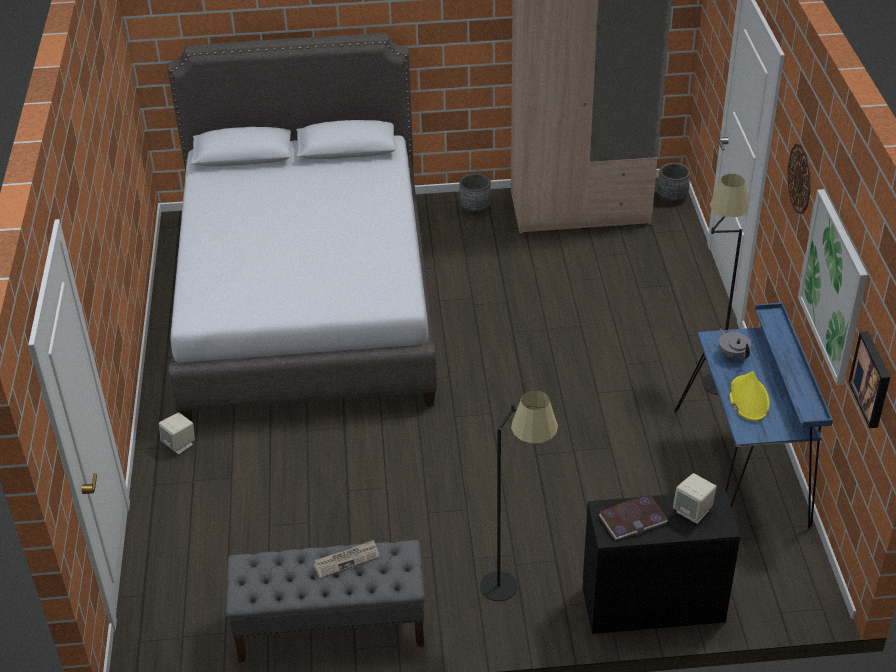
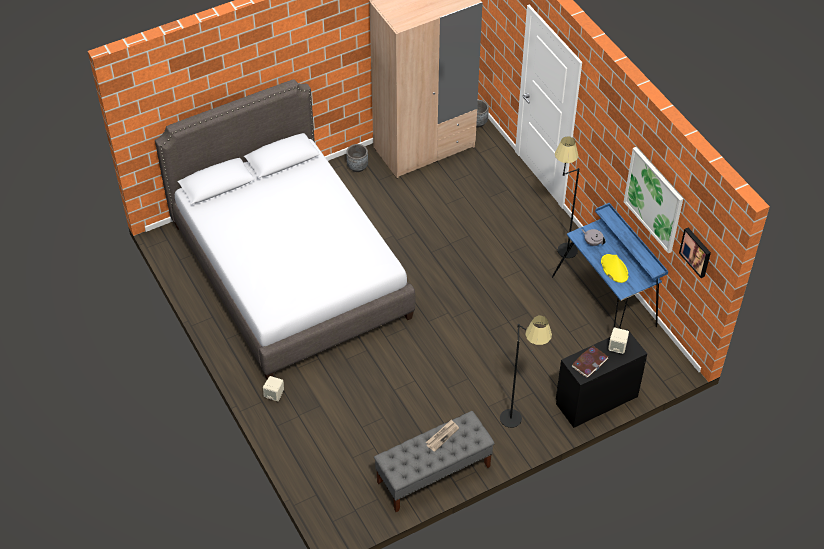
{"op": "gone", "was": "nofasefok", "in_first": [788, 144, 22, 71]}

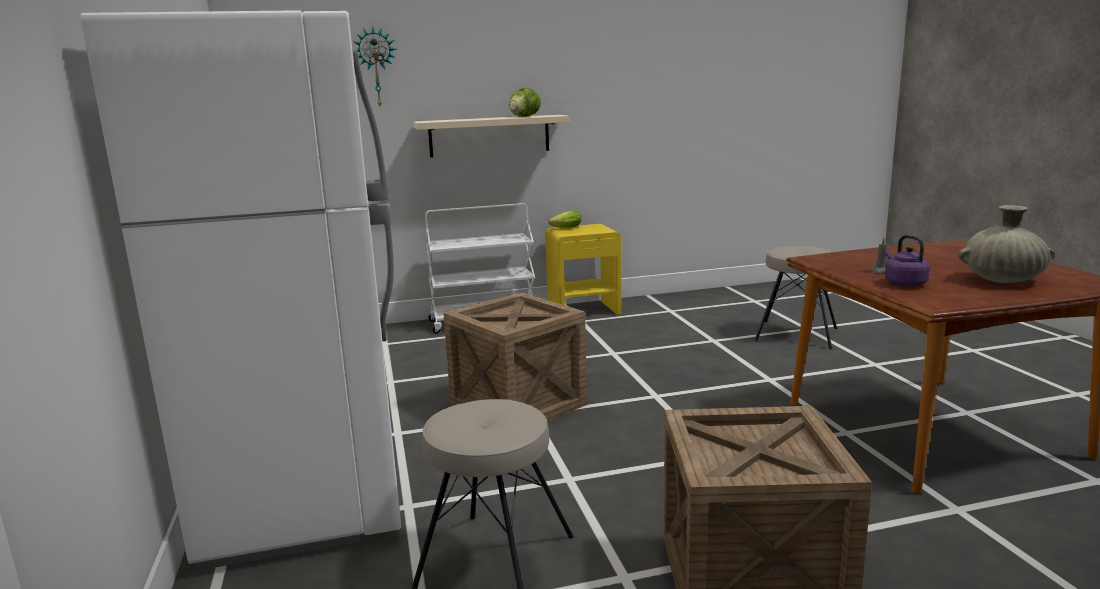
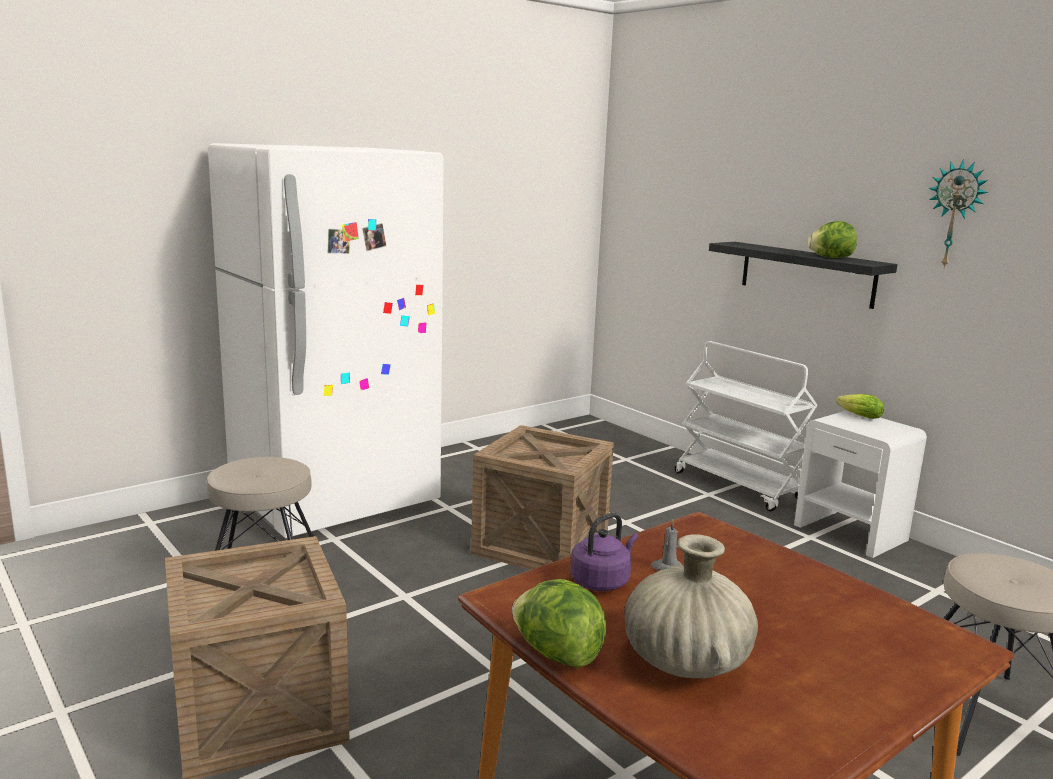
{"op": "new", "now": "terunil", "in_second": [512, 579, 94, 89]}
{"op": "shifted", "was": "nofasefok", "in_first": [353, 26, 43, 80], "in_second": [928, 159, 60, 110]}
{"op": "repainted", "was": "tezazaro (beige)", "now": "tezazaro (black)", "in_first": [414, 115, 156, 43], "in_second": [709, 242, 188, 67]}
{"op": "repainted", "was": "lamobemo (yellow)", "now": "lamobemo (white)", "in_first": [545, 224, 77, 91], "in_second": [794, 410, 133, 148]}

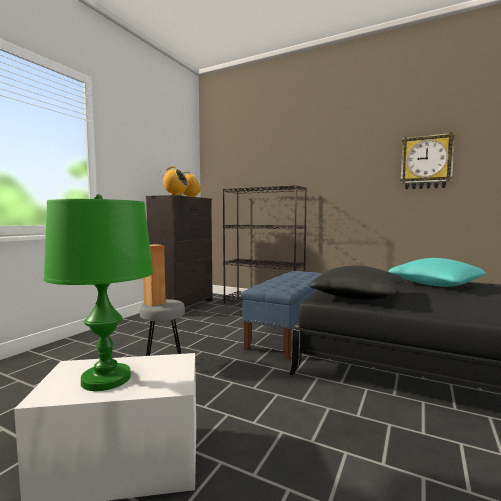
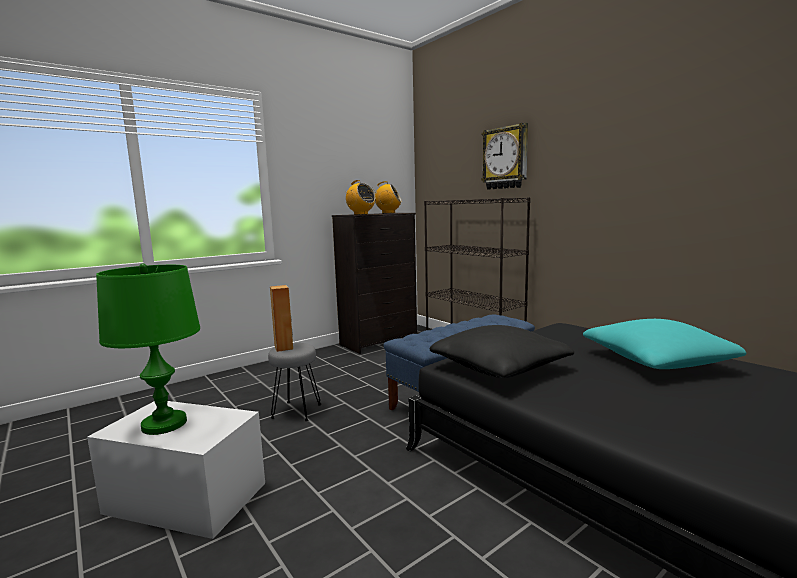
{"op": "shifted", "was": "nofasefok", "in_first": [400, 132, 55, 57], "in_second": [481, 123, 47, 67]}

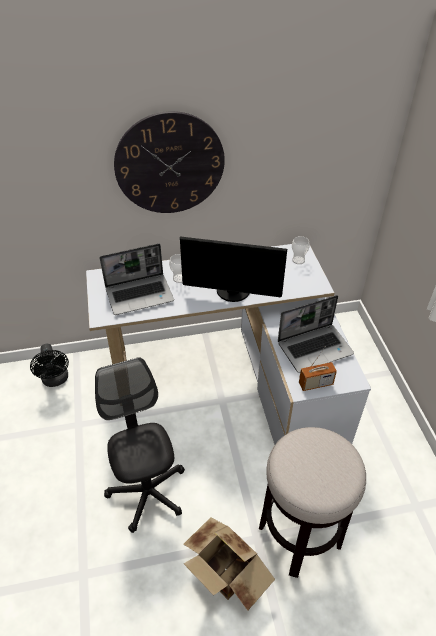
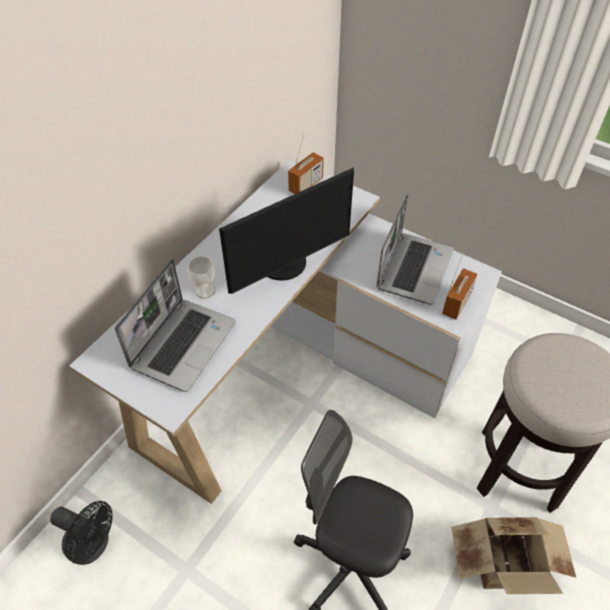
{"op": "gone", "was": "nofasefok", "in_first": [114, 111, 111, 102]}
{"op": "swapped", "was": "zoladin", "now": "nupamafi", "in_first": [292, 236, 18, 28], "in_second": [288, 132, 36, 62]}

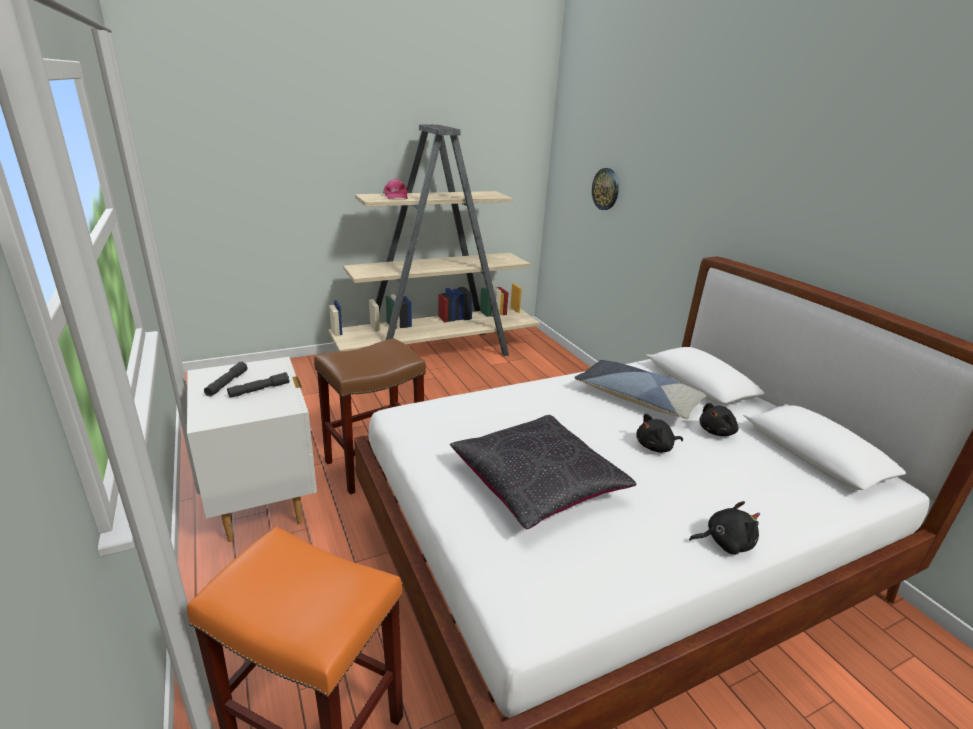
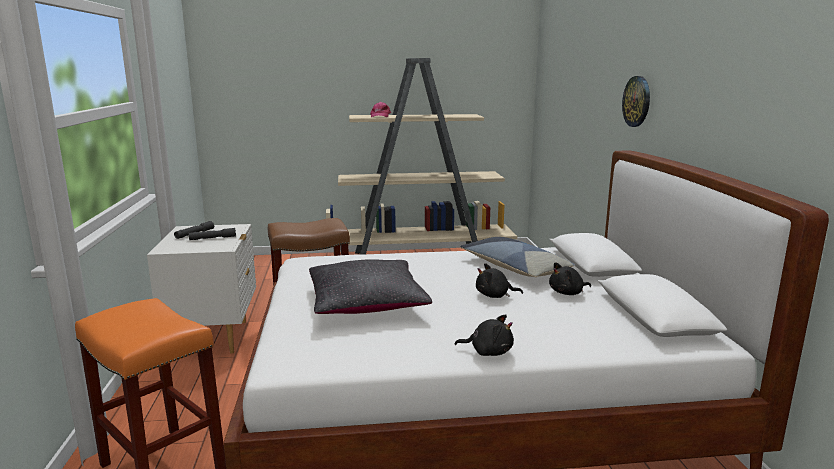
{"op": "shifted", "was": "nofasefok", "in_first": [592, 168, 27, 42], "in_second": [622, 76, 28, 51]}

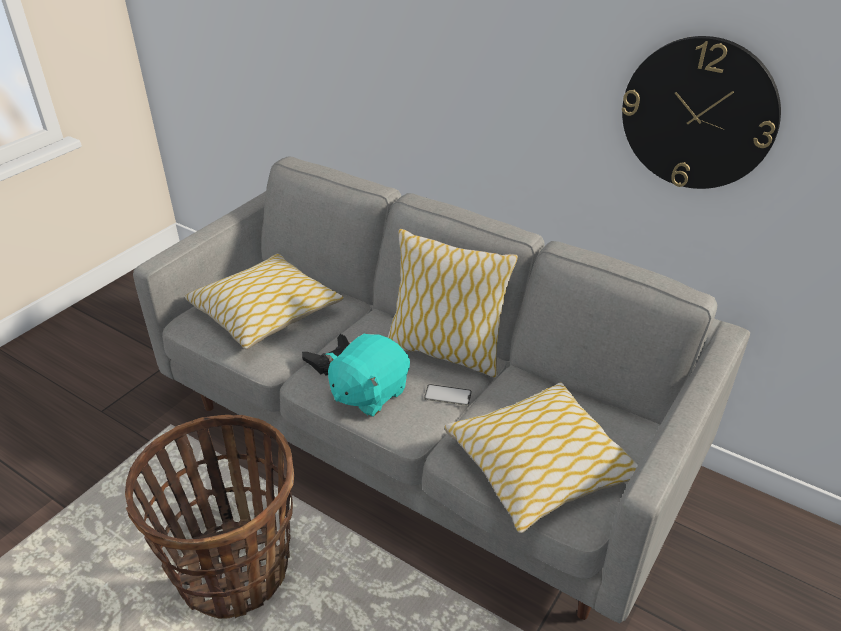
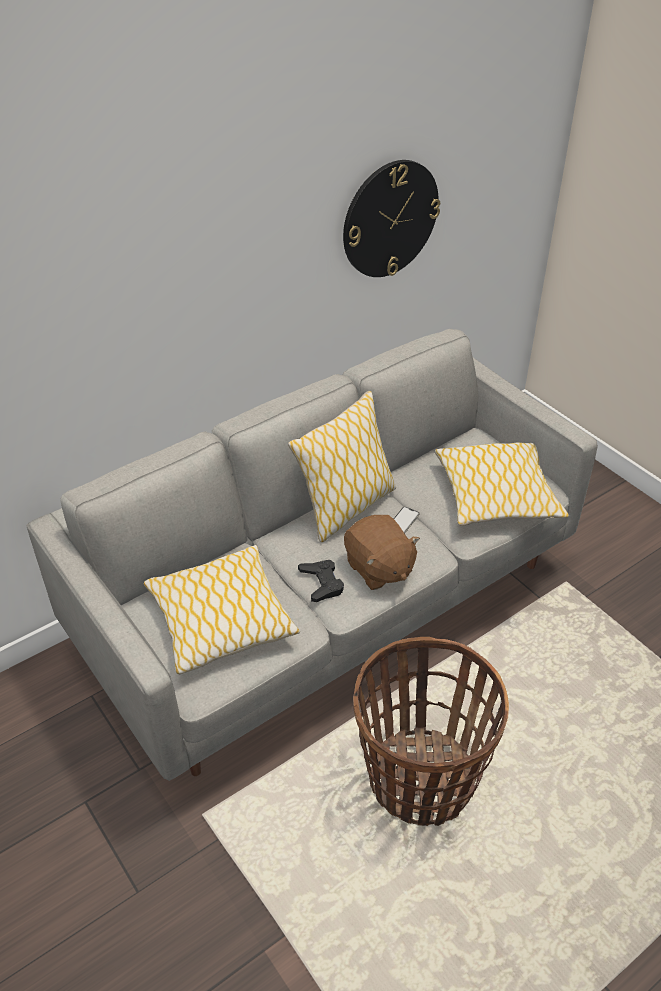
{"op": "repainted", "was": "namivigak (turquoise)", "now": "namivigak (brown)", "in_first": [326, 334, 84, 83], "in_second": [344, 515, 76, 75]}

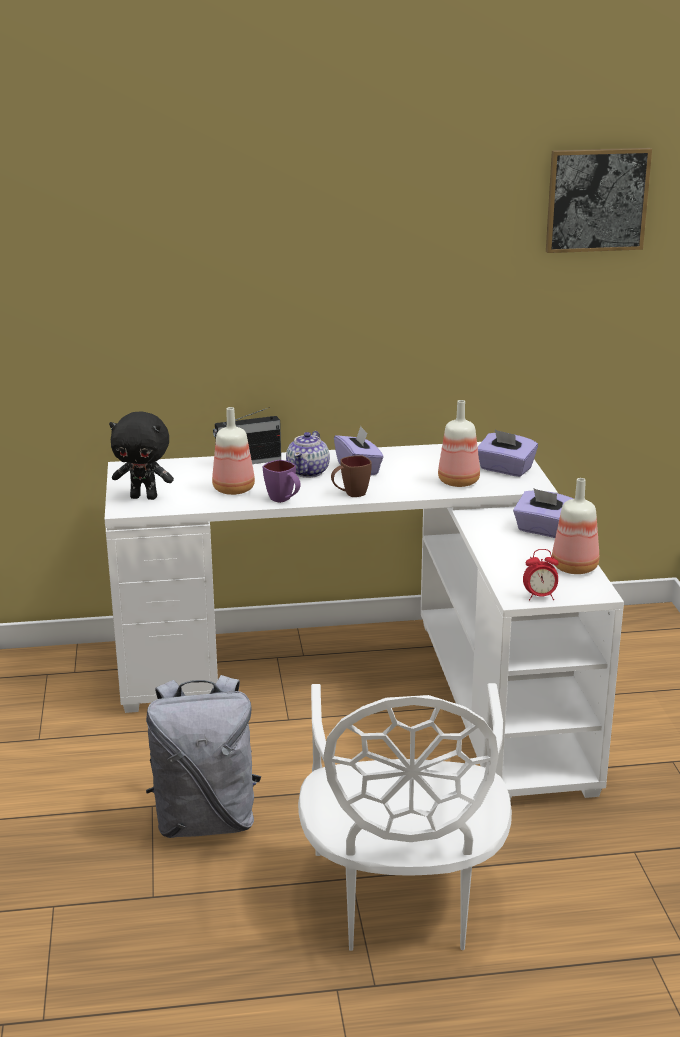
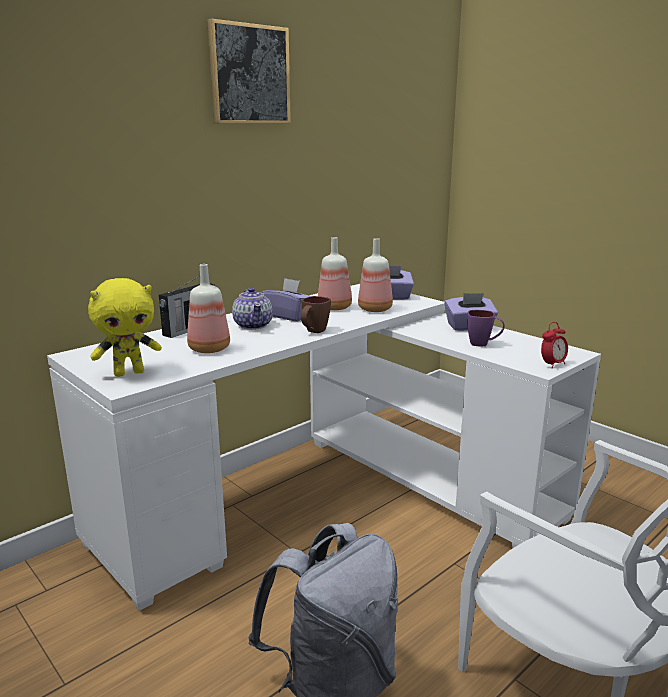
{"op": "shifted", "was": "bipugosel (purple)", "in_first": [263, 460, 38, 43], "in_second": [467, 310, 38, 36]}
{"op": "shifted", "was": "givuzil", "in_first": [546, 148, 106, 105], "in_second": [207, 19, 84, 105]}
{"op": "shifted", "was": "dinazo", "in_first": [552, 478, 47, 96], "in_second": [318, 237, 34, 73]}
{"op": "repainted", "was": "namivigak (black)", "now": "namivigak (yellow)", "in_first": [109, 411, 65, 89], "in_second": [88, 278, 74, 99]}

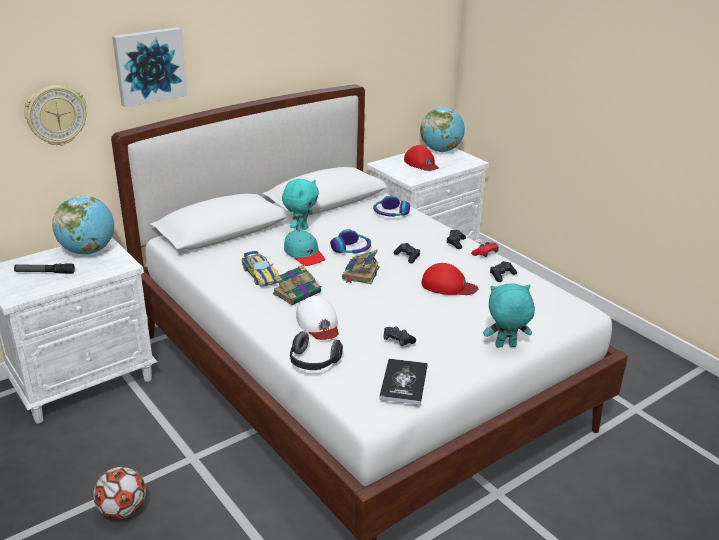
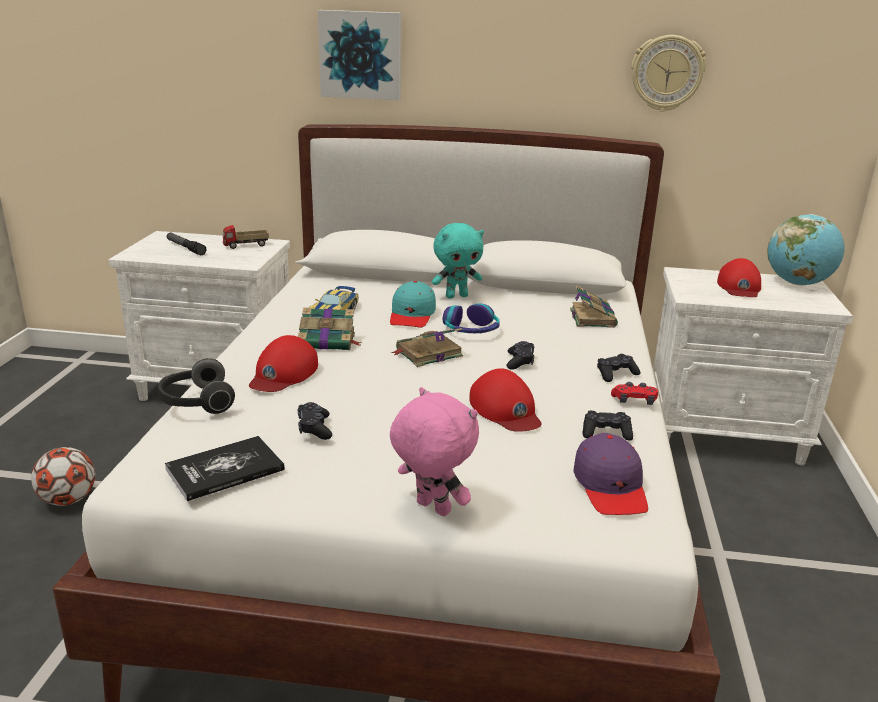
{"op": "new", "now": "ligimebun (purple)", "in_second": [573, 433, 75, 82]}
{"op": "shifted", "was": "nofasefok", "in_first": [24, 85, 63, 61], "in_second": [631, 35, 75, 77]}
{"op": "swapped", "was": "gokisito", "now": "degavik", "in_first": [52, 196, 62, 59], "in_second": [223, 225, 46, 24]}
{"op": "swapped", "was": "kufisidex", "now": "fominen", "in_first": [373, 196, 37, 21], "in_second": [570, 285, 48, 43]}
{"op": "repainted", "was": "ligimebun (white)", "now": "ligimebun (red)", "in_first": [296, 296, 43, 44], "in_second": [249, 335, 69, 57]}
{"op": "repainted", "was": "namivigak (turquoise)", "now": "namivigak (pink)", "in_first": [483, 283, 52, 64], "in_second": [390, 387, 89, 130]}

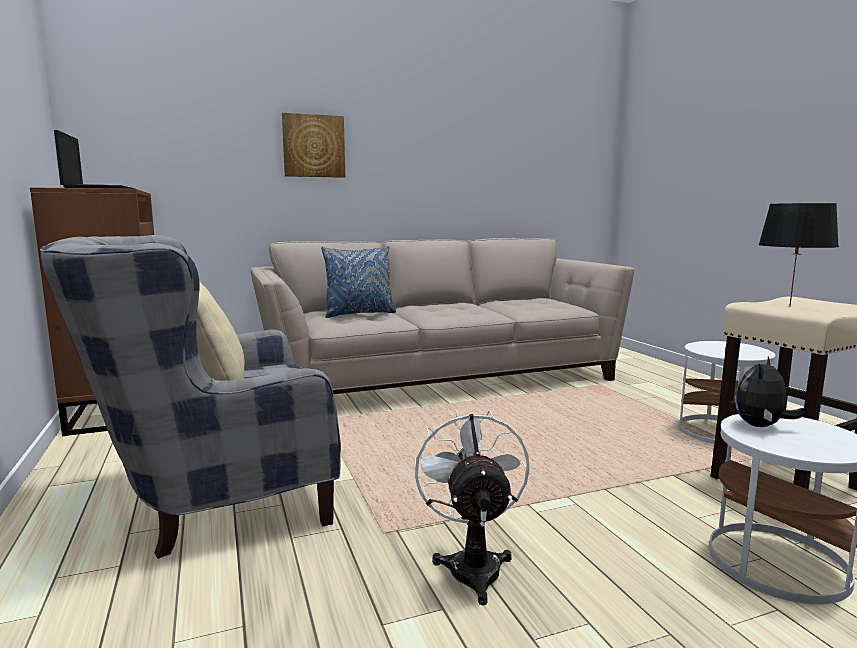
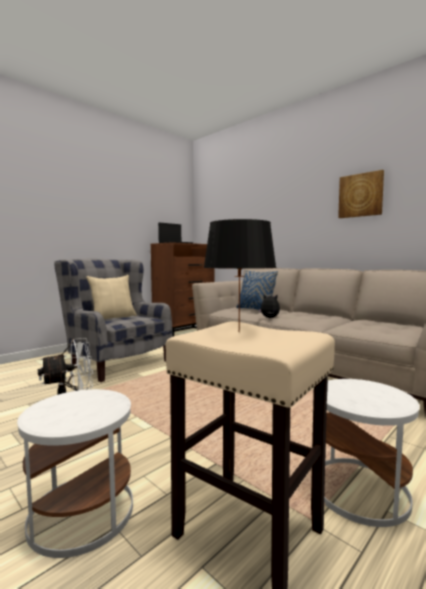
{"op": "shifted", "was": "givuzil", "in_first": [282, 112, 63, 66], "in_second": [338, 170, 46, 48]}
{"op": "shifted", "was": "namivigak", "in_first": [735, 357, 70, 70], "in_second": [258, 294, 22, 24]}

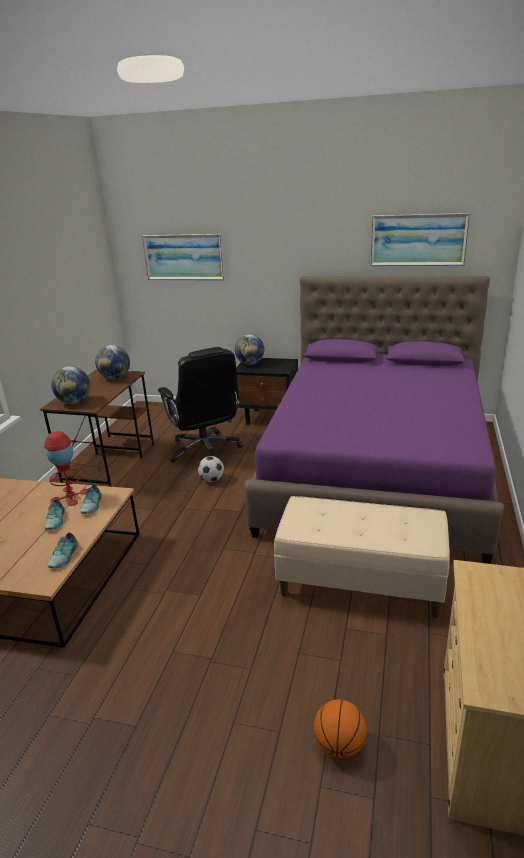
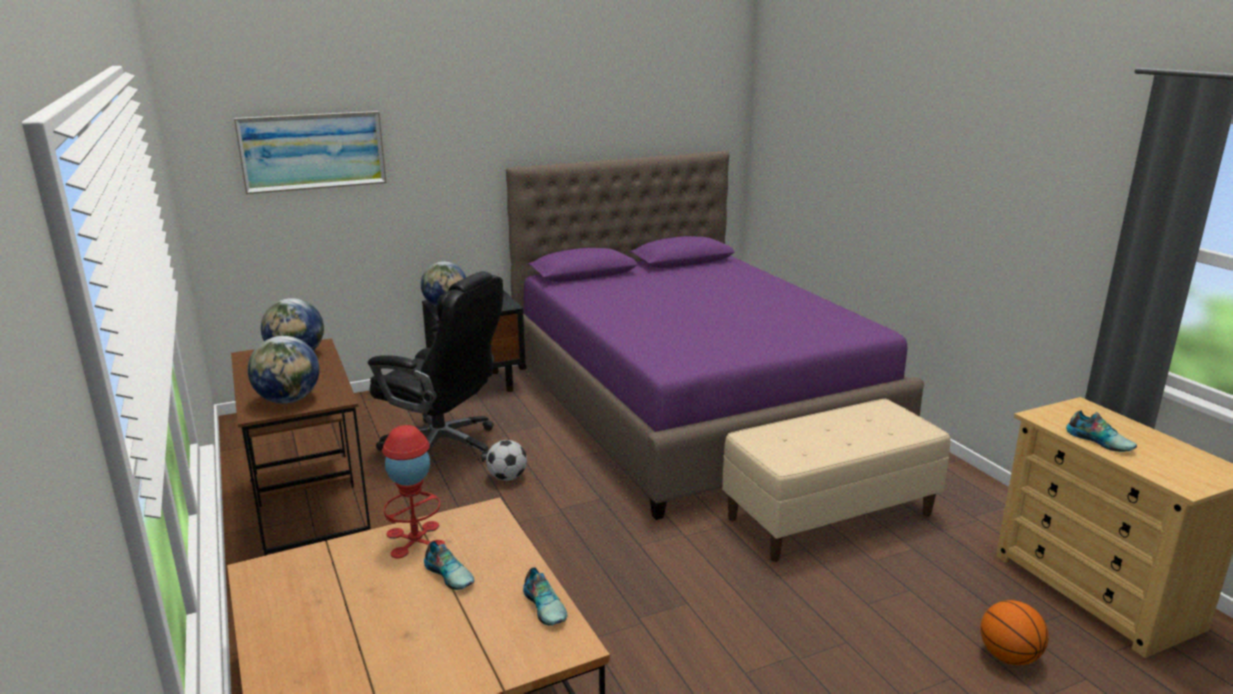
{"op": "gone", "was": "givuzil", "in_first": [371, 213, 99, 53]}
{"op": "shifted", "was": "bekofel", "in_first": [81, 485, 21, 29], "in_second": [1066, 410, 71, 42]}

